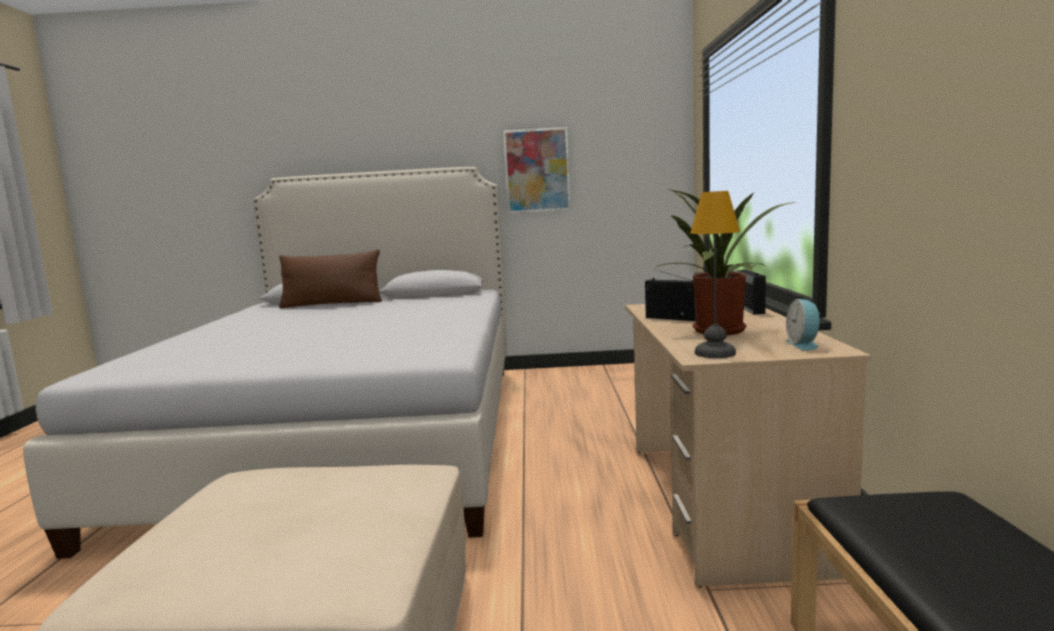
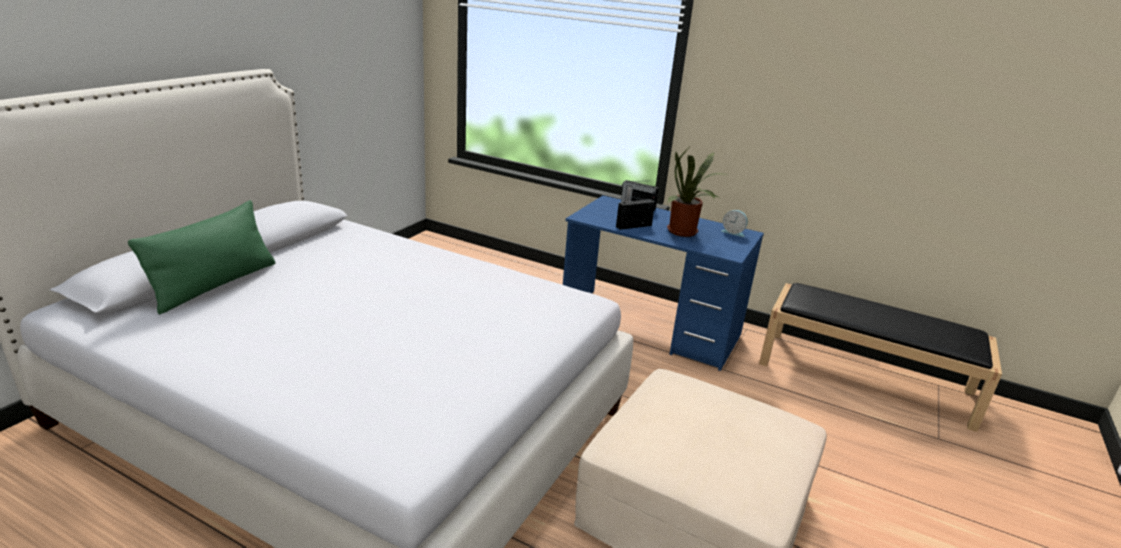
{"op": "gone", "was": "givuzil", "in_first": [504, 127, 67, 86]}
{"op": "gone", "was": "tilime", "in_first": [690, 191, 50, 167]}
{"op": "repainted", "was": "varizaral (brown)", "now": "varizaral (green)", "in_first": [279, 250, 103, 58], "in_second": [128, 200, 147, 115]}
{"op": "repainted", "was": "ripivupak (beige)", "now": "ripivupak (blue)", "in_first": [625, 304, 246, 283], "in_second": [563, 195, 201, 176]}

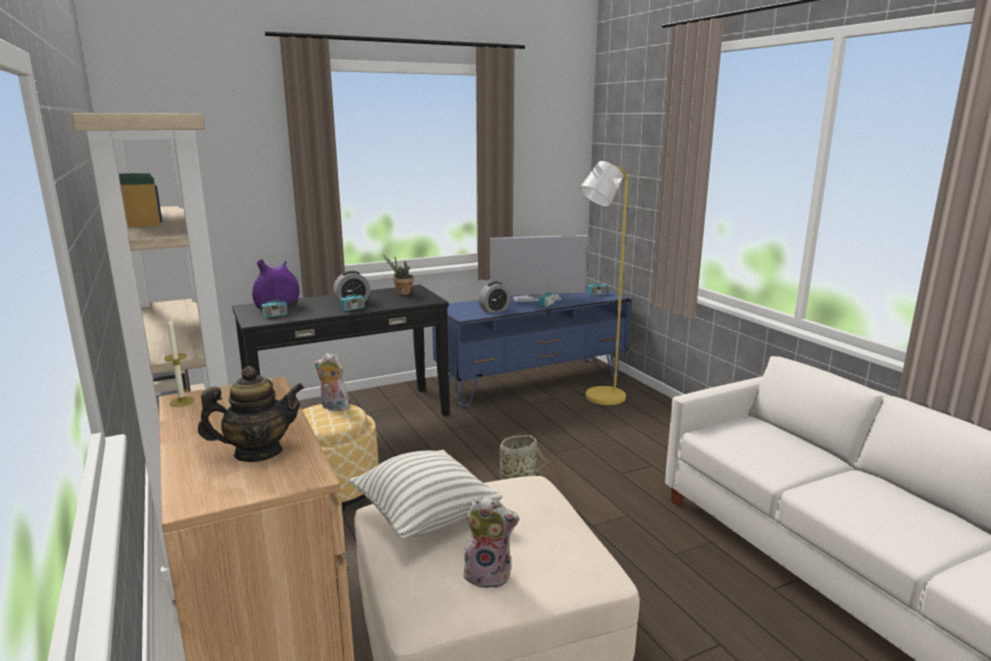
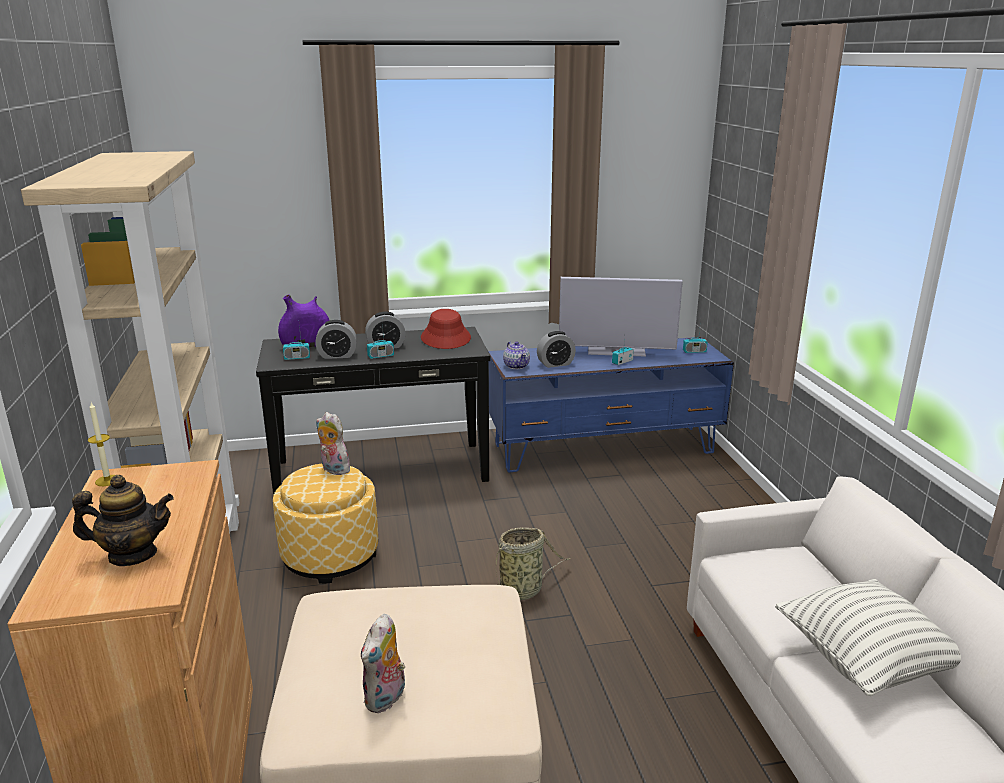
{"op": "gone", "was": "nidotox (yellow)", "in_first": [580, 161, 48, 244]}
{"op": "new", "now": "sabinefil", "in_second": [315, 320, 42, 39]}
{"op": "new", "now": "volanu", "in_second": [503, 341, 27, 28]}
{"op": "shifted", "was": "varizaral", "in_first": [349, 450, 154, 89], "in_second": [775, 579, 186, 117]}
{"op": "swapped", "was": "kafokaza", "now": "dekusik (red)", "in_first": [383, 254, 31, 41], "in_second": [421, 309, 50, 40]}
{"op": "rotated", "was": "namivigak", "in_first": [464, 495, 55, 93], "in_second": [361, 614, 44, 99], "clockwise": 90}

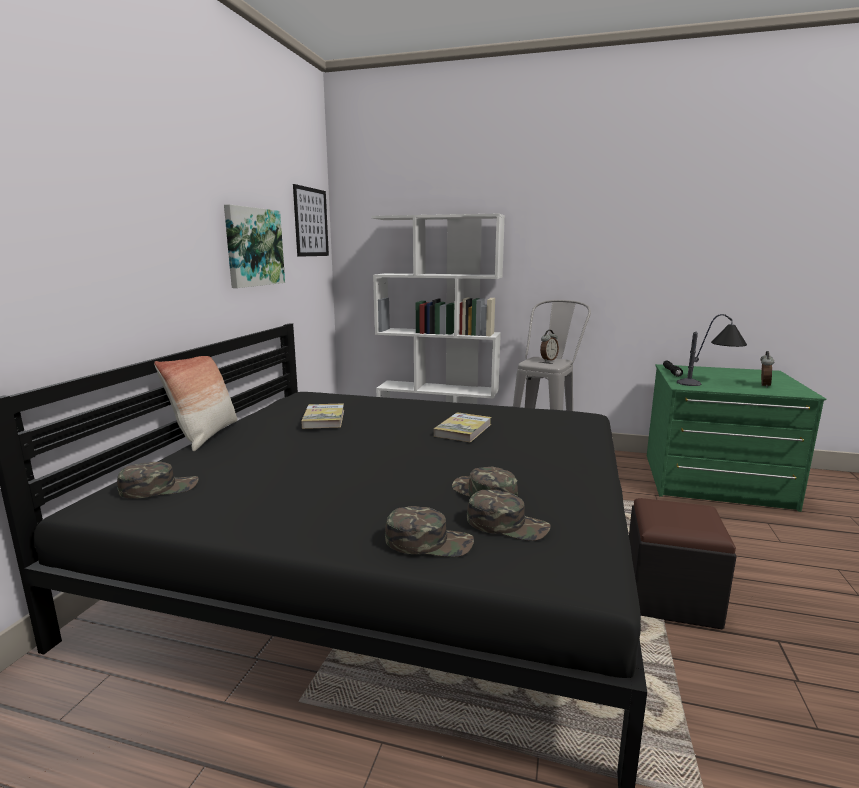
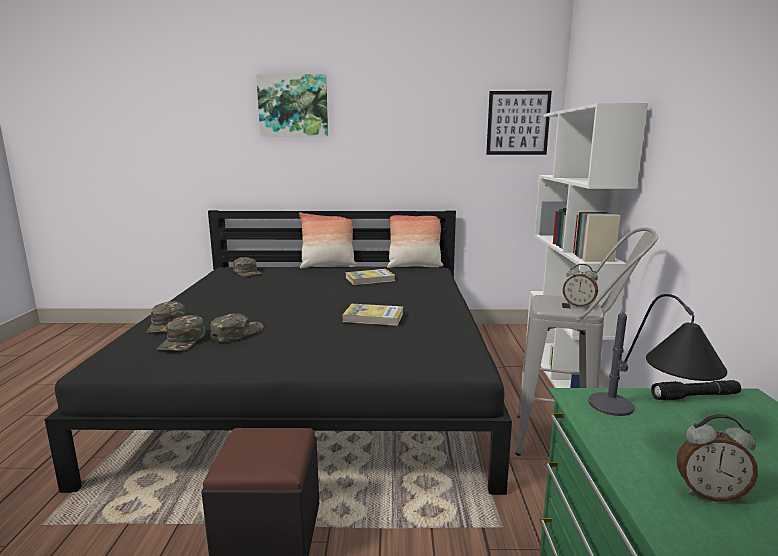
{"op": "new", "now": "varizaral", "in_second": [387, 215, 56, 53]}
{"op": "shifted", "was": "givuzil", "in_first": [224, 204, 61, 84], "in_second": [256, 74, 72, 62]}

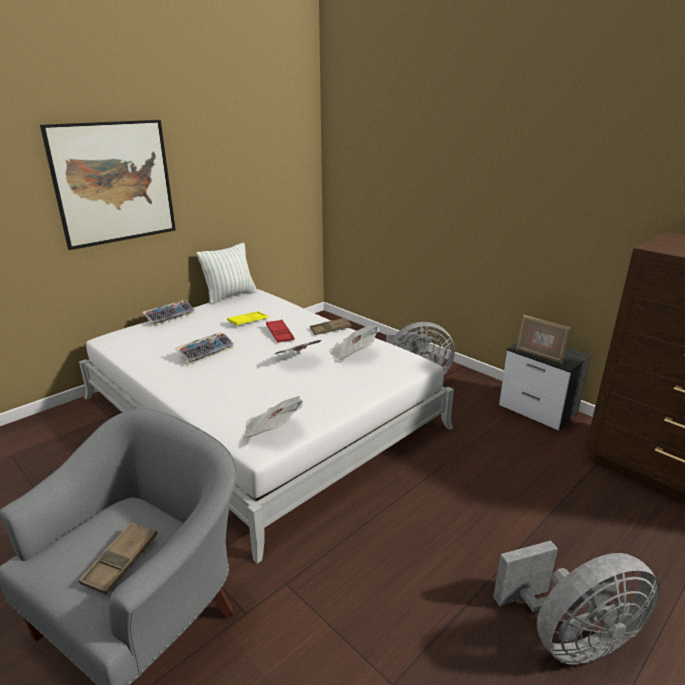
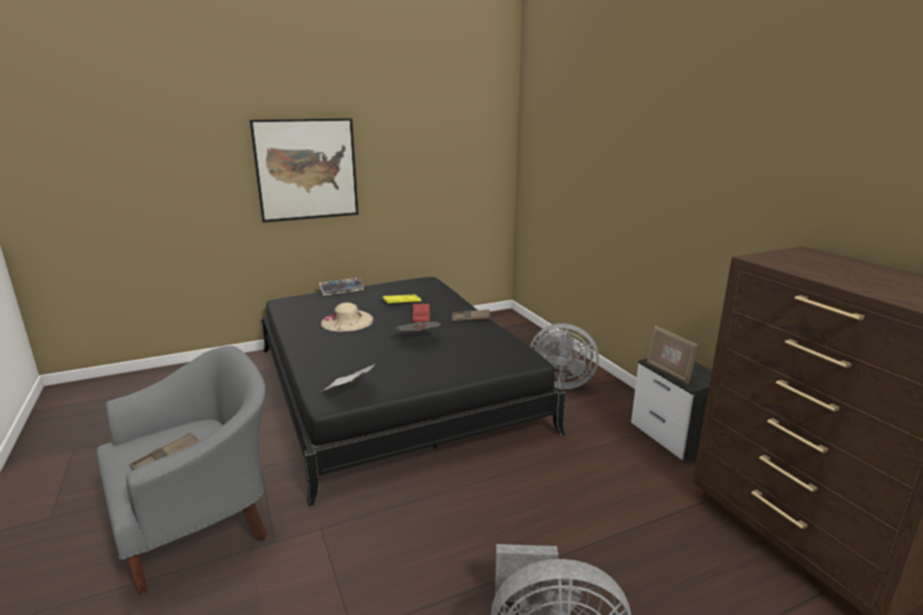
{"op": "gone", "was": "varizaral", "in_first": [196, 243, 61, 61]}
{"op": "gone", "was": "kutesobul", "in_first": [329, 325, 51, 35]}
{"op": "swapped", "was": "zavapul", "now": "dekusik (beige)", "in_first": [175, 332, 59, 33], "in_second": [321, 302, 53, 30]}
{"op": "repainted", "was": "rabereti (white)", "now": "rabereti (black)", "in_first": [79, 289, 375, 275], "in_second": [261, 277, 305, 230]}

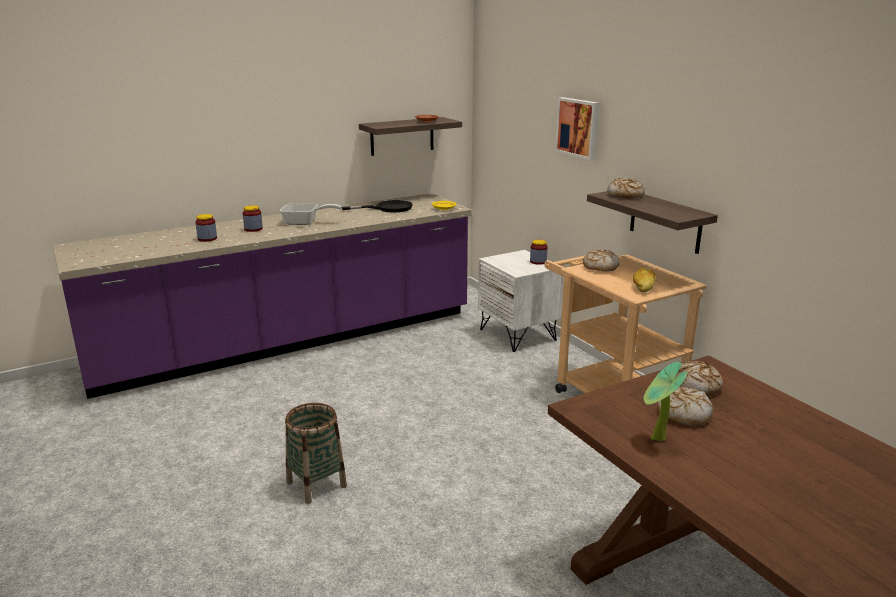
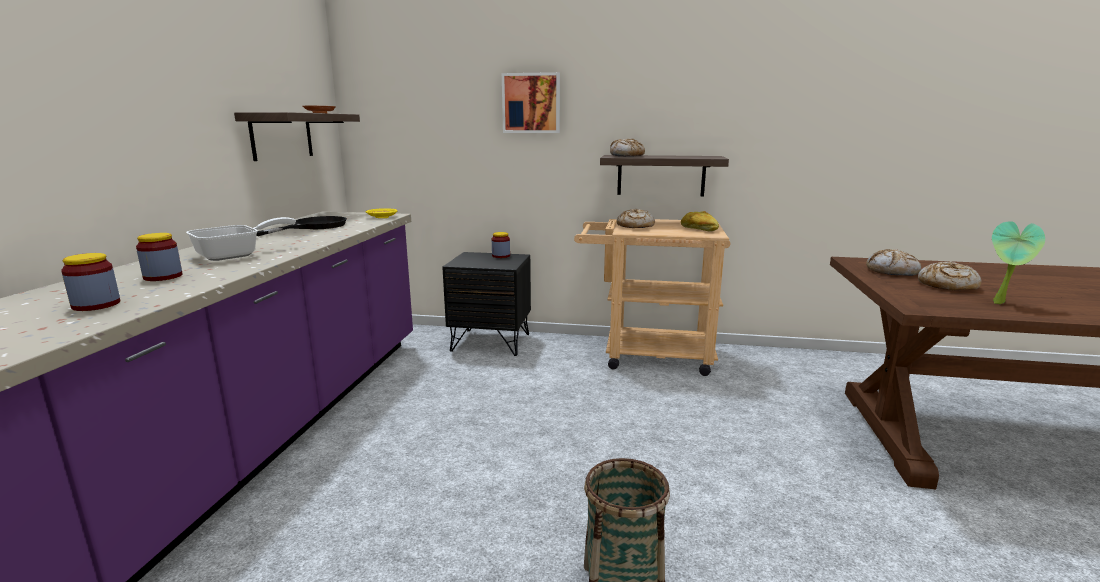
{"op": "repainted", "was": "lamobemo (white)", "now": "lamobemo (black)", "in_first": [478, 250, 85, 102], "in_second": [442, 252, 89, 104]}

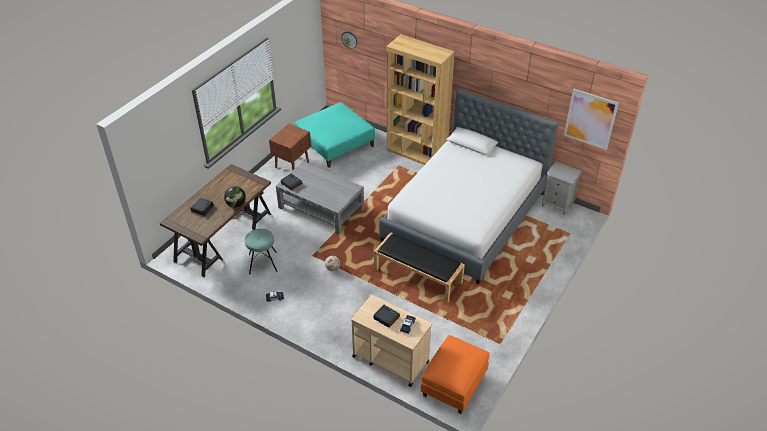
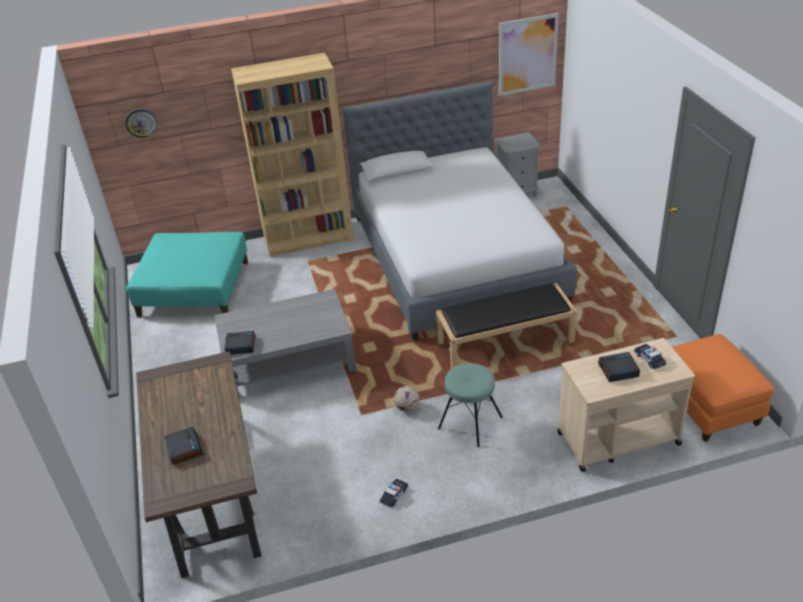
{"op": "gone", "was": "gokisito", "in_first": [224, 186, 22, 22]}
{"op": "gone", "was": "lamobemo (brown)", "in_first": [269, 123, 42, 48]}
{"op": "shifted", "was": "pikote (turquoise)", "in_first": [245, 229, 32, 46], "in_second": [438, 363, 65, 84]}

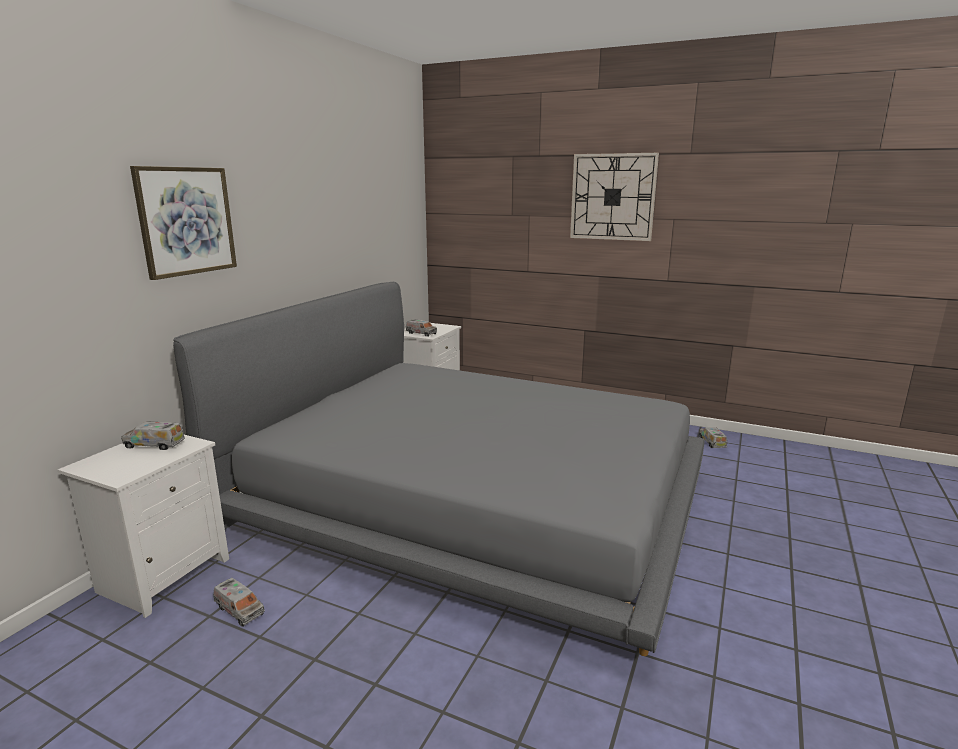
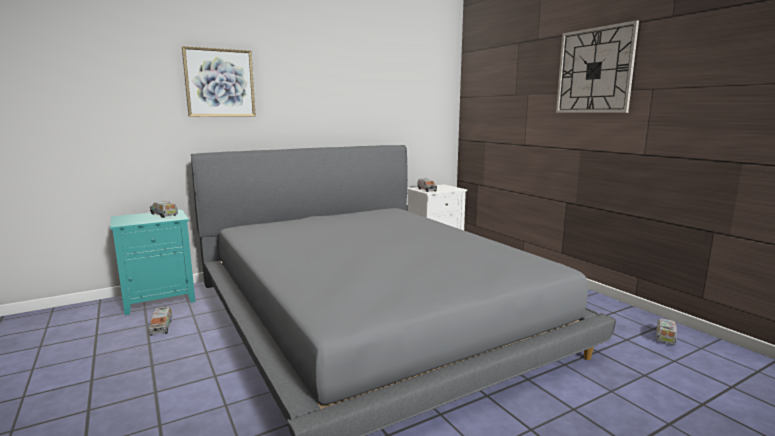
{"op": "repainted", "was": "lamobemo (white)", "now": "lamobemo (turquoise)", "in_first": [58, 435, 171, 183], "in_second": [110, 210, 85, 105]}

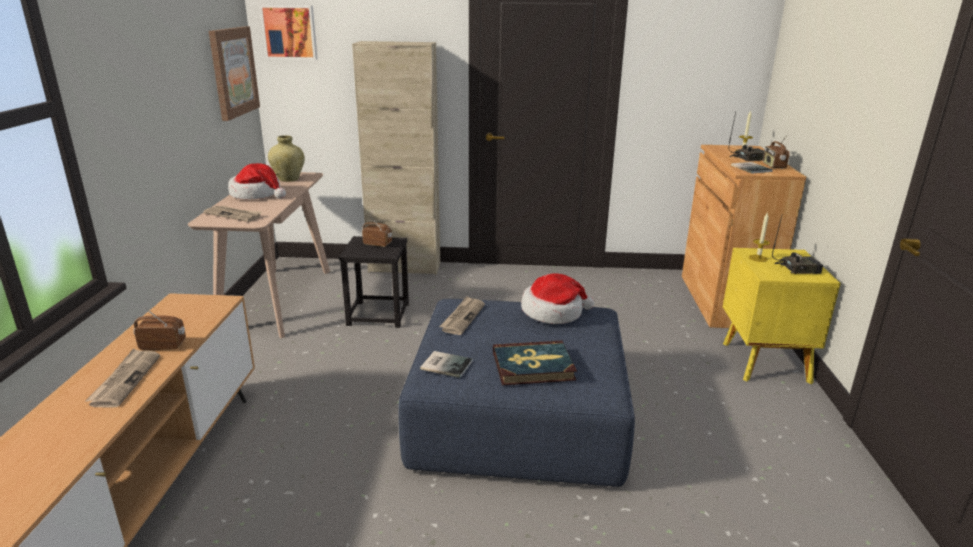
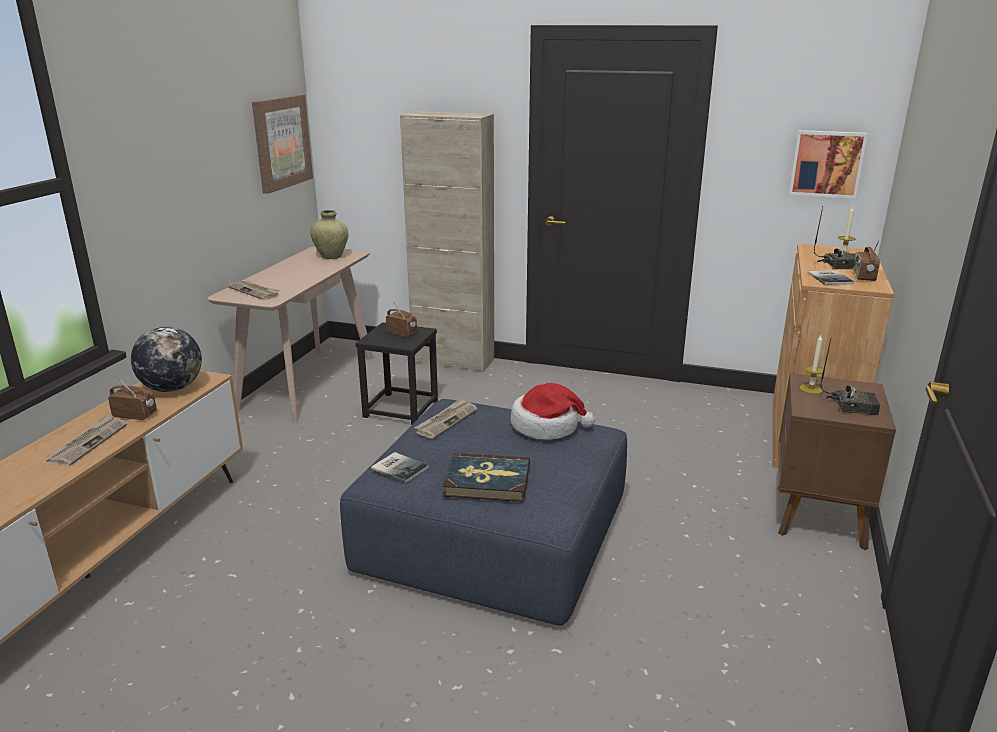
{"op": "gone", "was": "dekusik", "in_first": [228, 163, 58, 36]}
{"op": "new", "now": "gokisito", "in_second": [131, 326, 71, 66]}
{"op": "shifted", "was": "givuzil", "in_first": [259, 5, 59, 55], "in_second": [789, 130, 79, 69]}
{"op": "repainted", "was": "lamobemo (yellow)", "now": "lamobemo (brown)", "in_first": [723, 248, 118, 136], "in_second": [778, 373, 118, 177]}

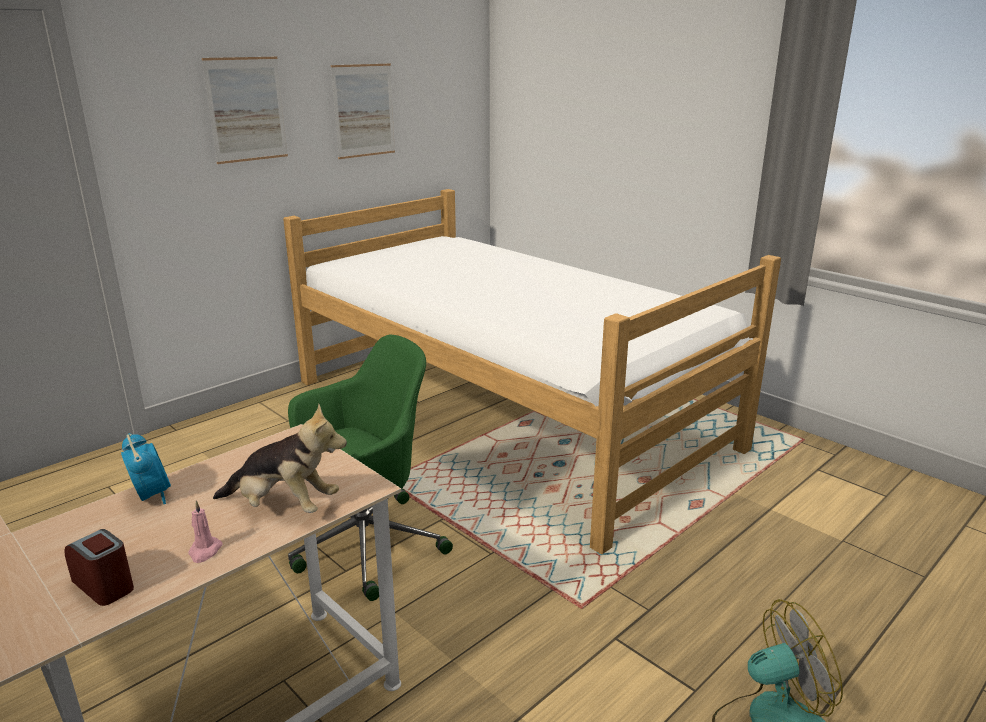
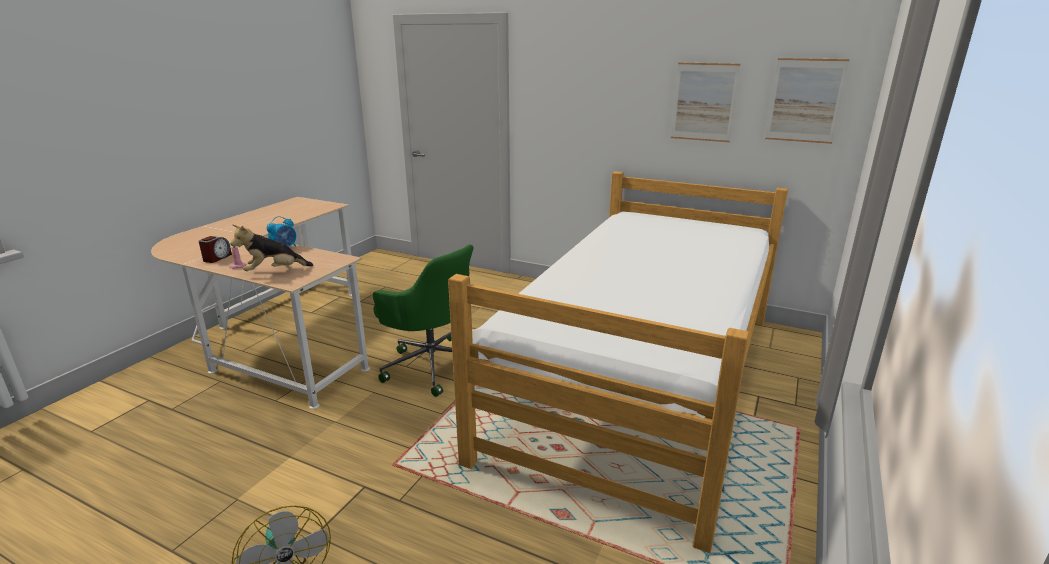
{"op": "shifted", "was": "givuzil", "in_first": [202, 57, 86, 107], "in_second": [765, 58, 85, 86]}
{"op": "rotated", "was": "namivigak", "in_first": [213, 404, 134, 109], "in_second": [230, 224, 83, 47], "clockwise": 75}

